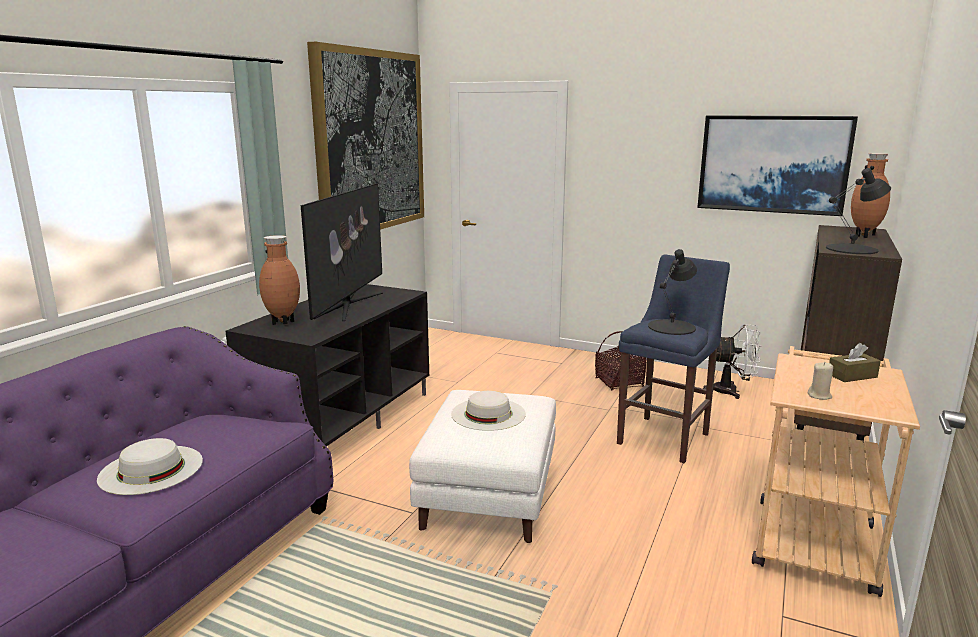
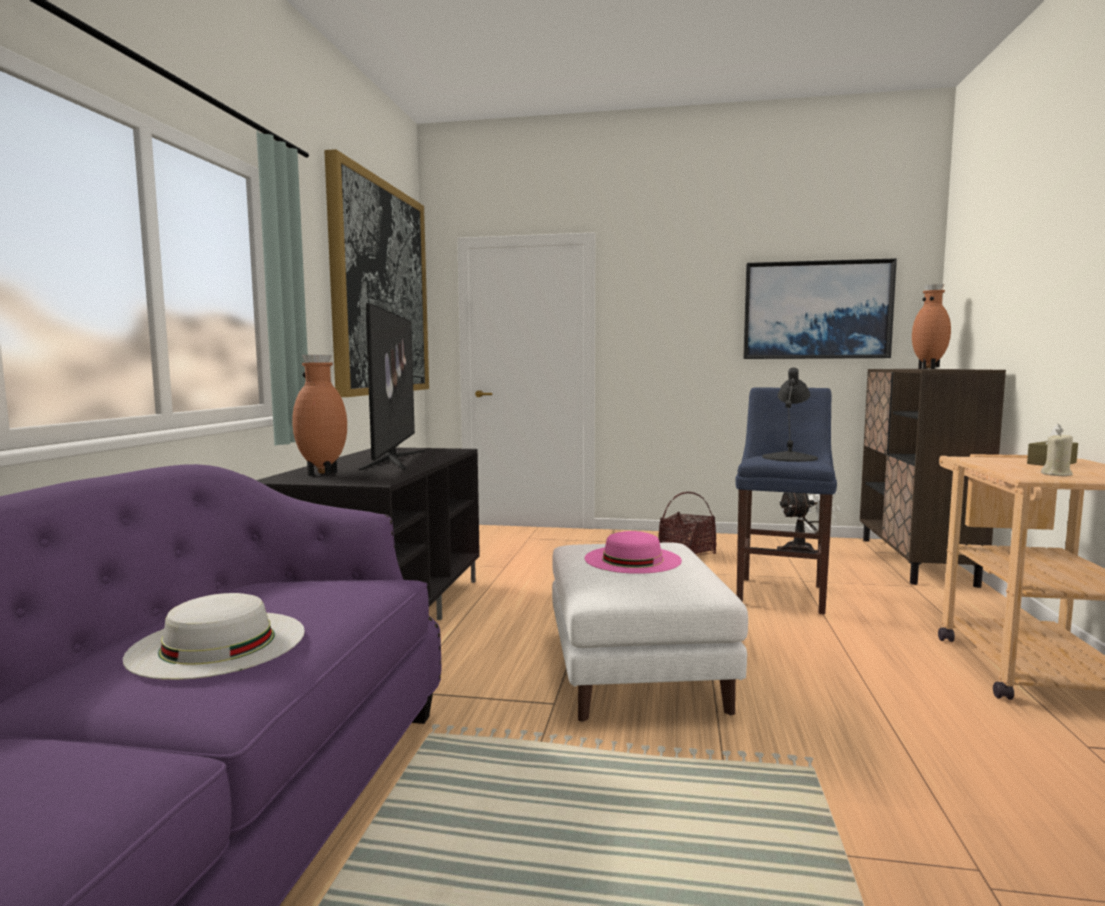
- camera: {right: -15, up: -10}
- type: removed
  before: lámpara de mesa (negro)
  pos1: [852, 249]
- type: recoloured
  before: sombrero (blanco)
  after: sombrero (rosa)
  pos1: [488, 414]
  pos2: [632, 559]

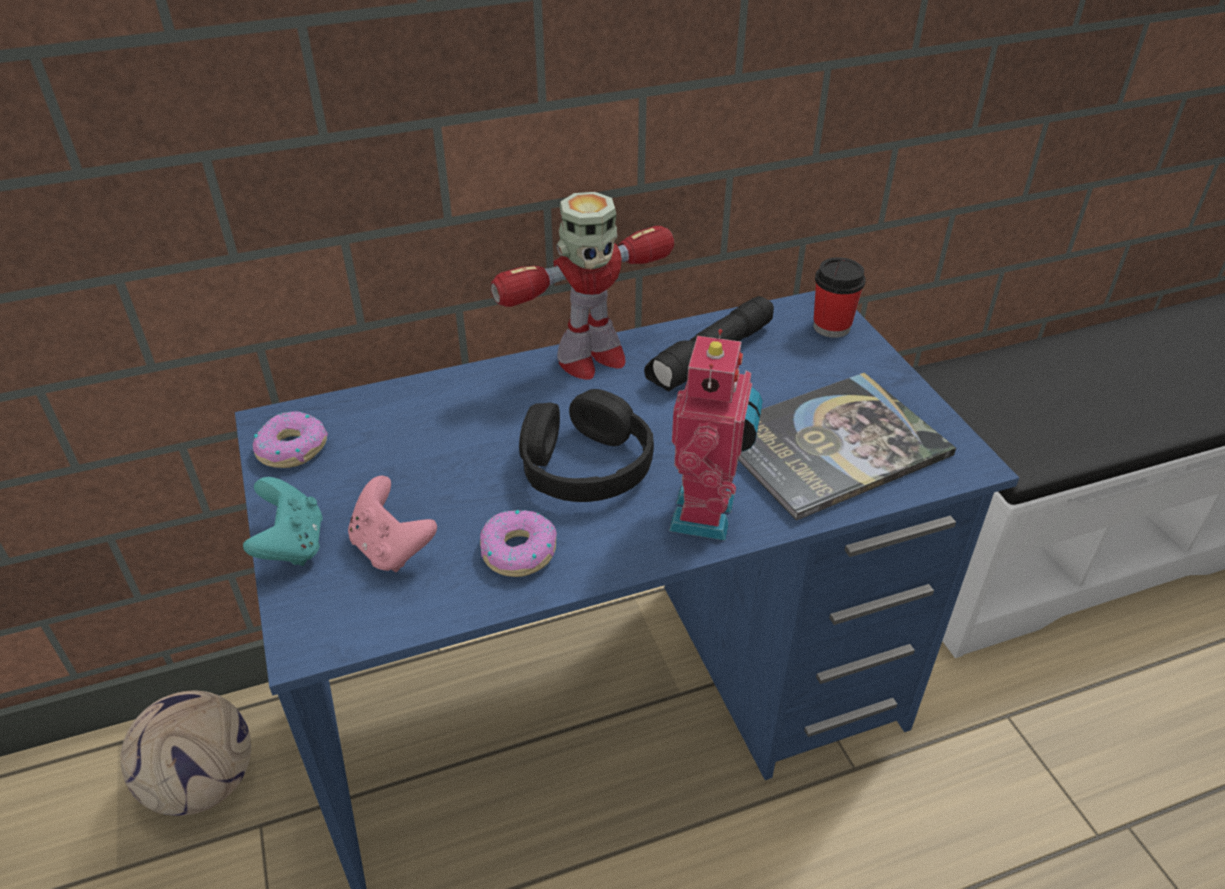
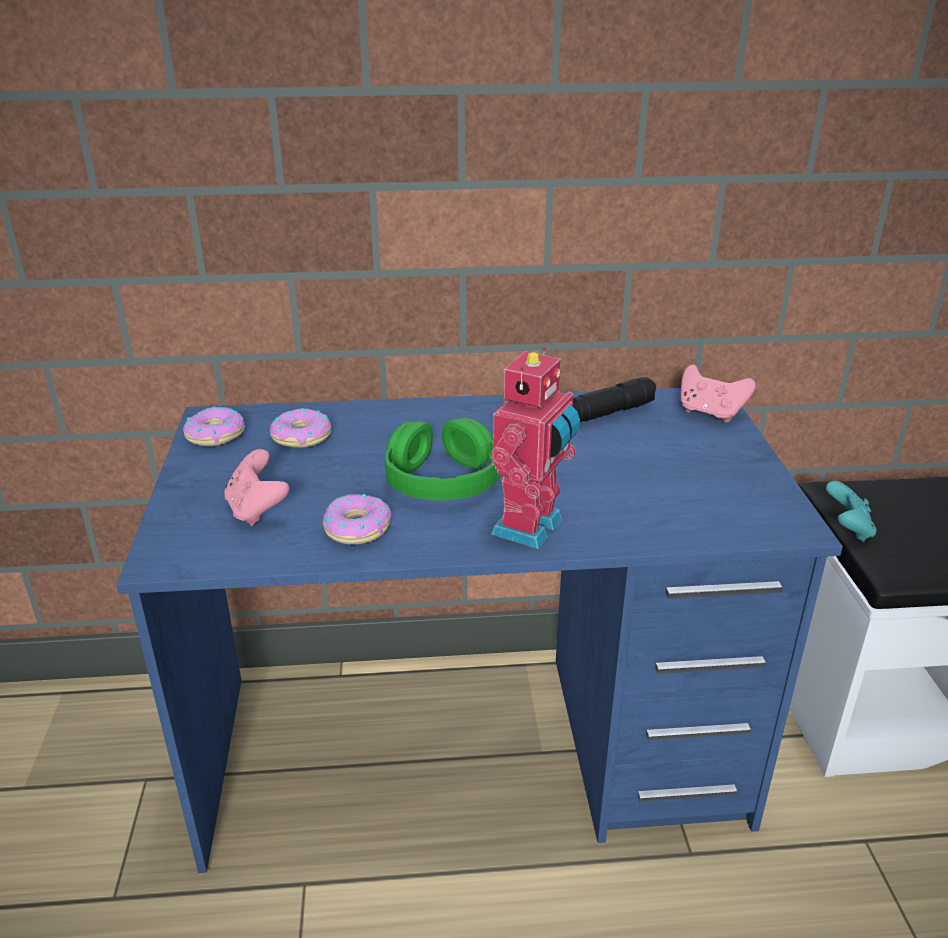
- camera: {right: 15, up: -10}
- type: removed
  before: robot de juguete
  pos1: [590, 359]
- type: replaced
  before: taza
  after: mando de consola (rosa)
  pos1: [831, 327]
  pos2: [710, 413]
- type: removed
  before: libro
  pos1: [831, 445]
- type: recoloured
  before: auriculares (negro)
  after: auriculares (verde)
  pos1: [585, 465]
  pos2: [442, 479]
- type: moved
  before: mando de consola (turquesa)
  pos1: [291, 545]
  pos2: [847, 529]
- type: removed
  before: balón de fútbol
  pos1: [205, 783]
- type: added
  after: rosquilla
  pos2: [301, 437]

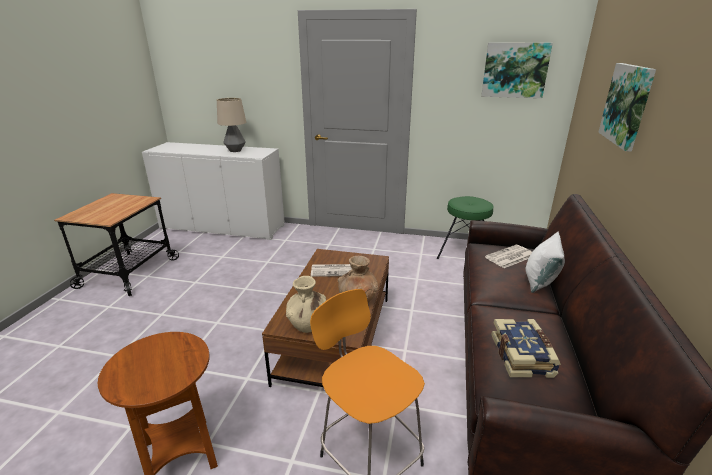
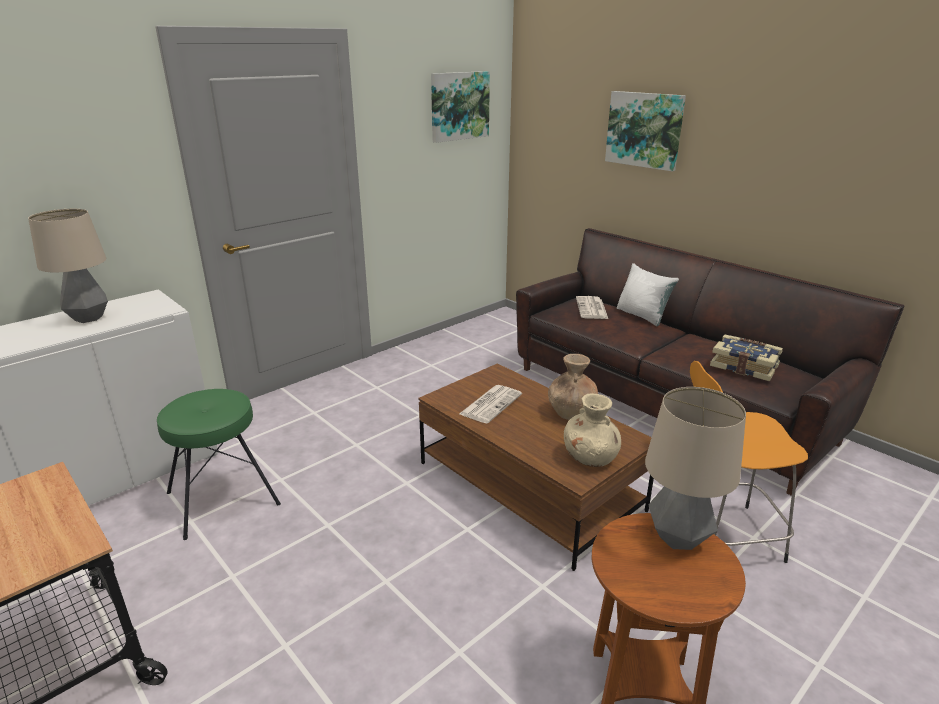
- camera: {right: -55, up: 0}
- type: moved
  before: taburete (verde)
  pos1: [464, 253]
  pos2: [223, 499]
- type: added
  after: lámpara de mesa
  pos2: [678, 538]

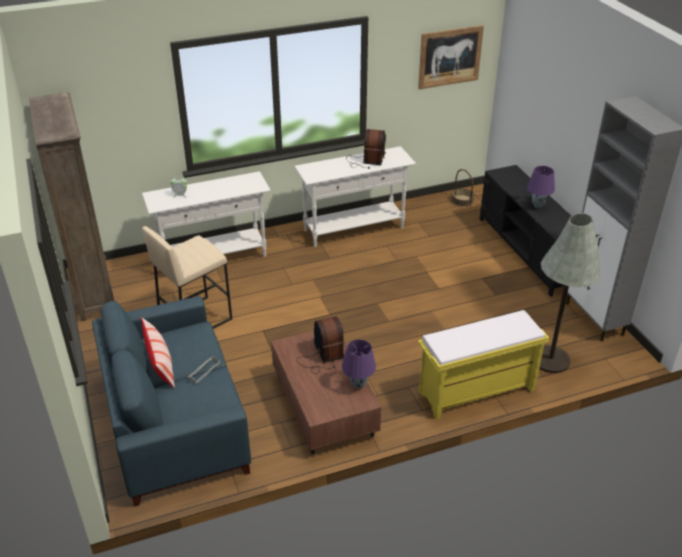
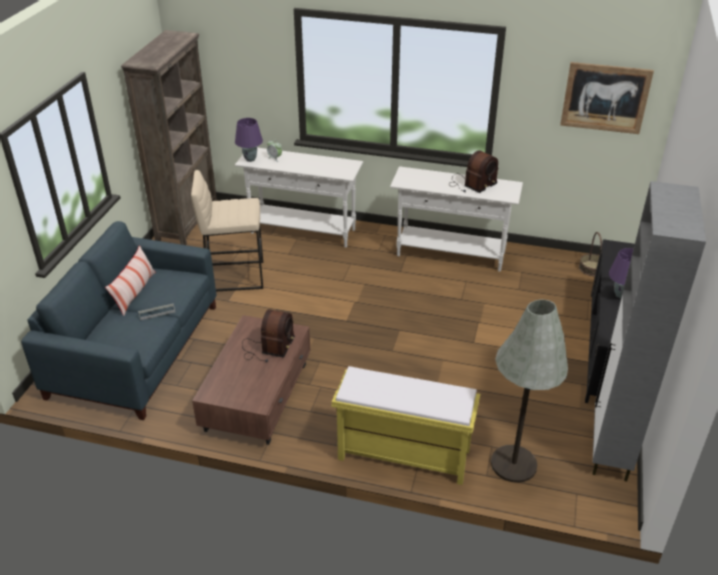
- camera: {right: 35, up: 0}
- type: moved
  before: lámpara de mesa (morado)
  pos1: [358, 385]
  pos2: [250, 159]

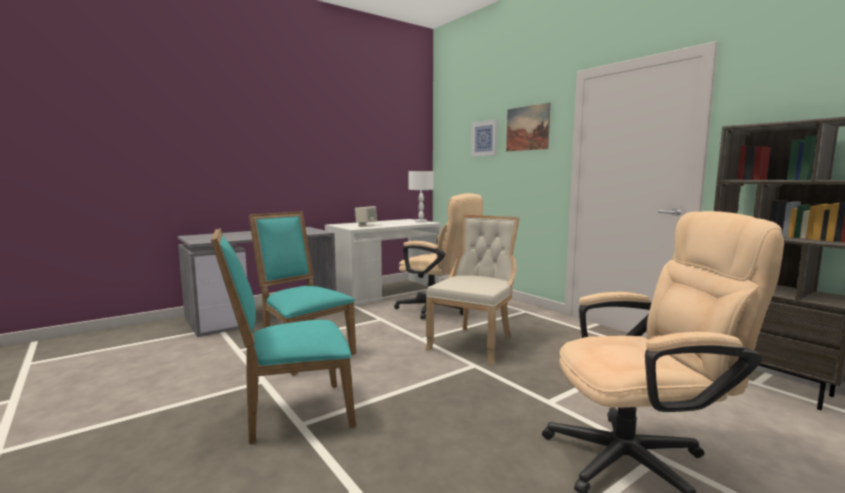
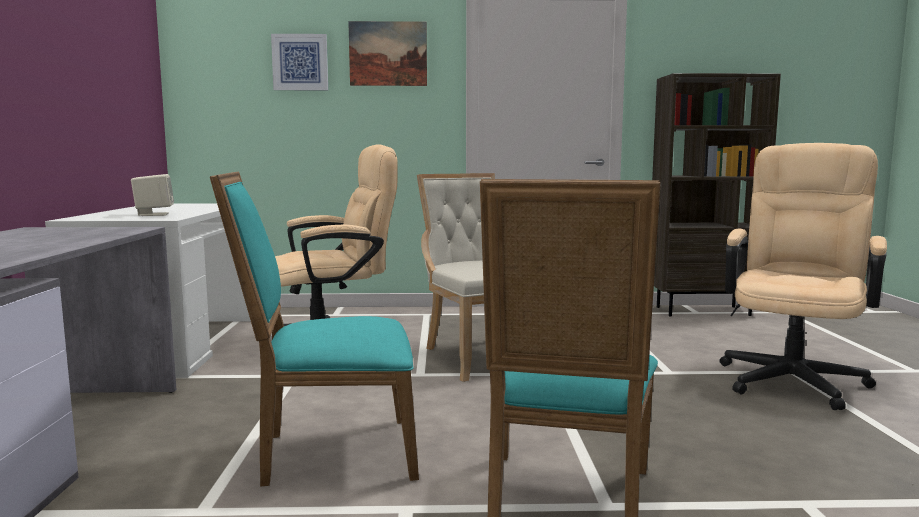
- camera: {right: -55, up: 0}
- type: removed
  before: lámpara de mesa (blanco)
  pos1: [421, 221]

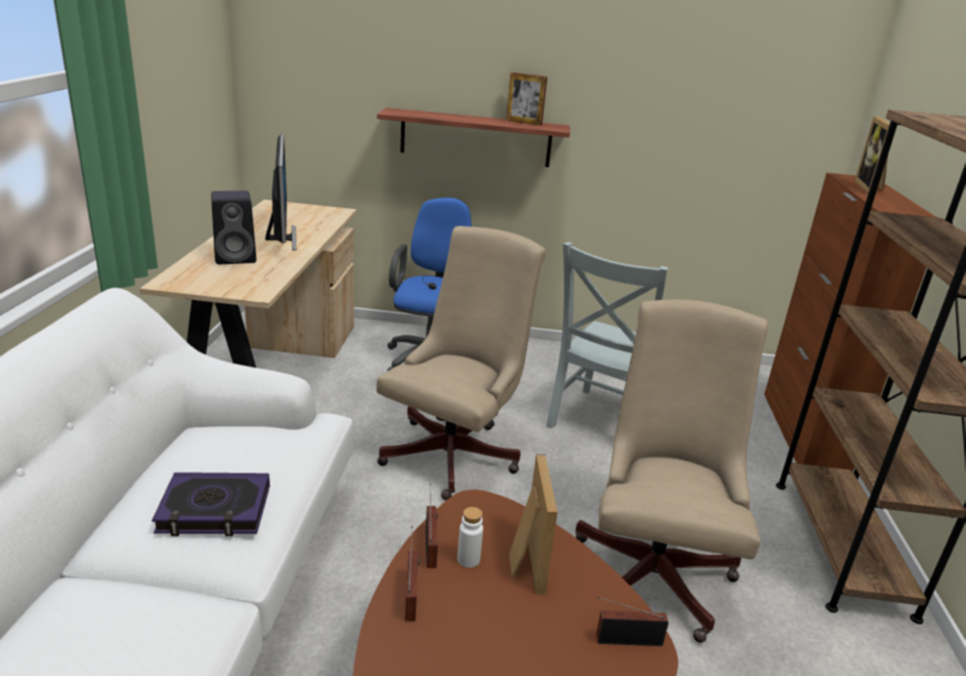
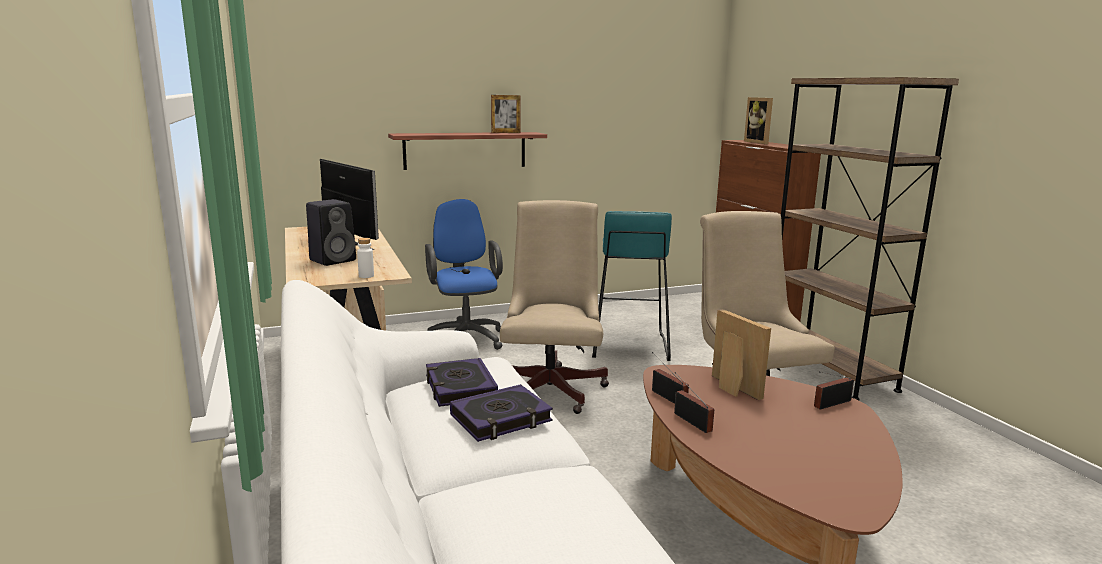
- camera: {right: -25, up: -10}
- type: replaced
  before: silla (gris)
  after: taburete (turquesa)
  pos1: [601, 423]
  pos2: [629, 346]
- type: moved
  before: botella (blanco)
  pos1: [468, 559]
  pos2: [366, 276]
- type: added
  after: libro
  pos2: [460, 388]

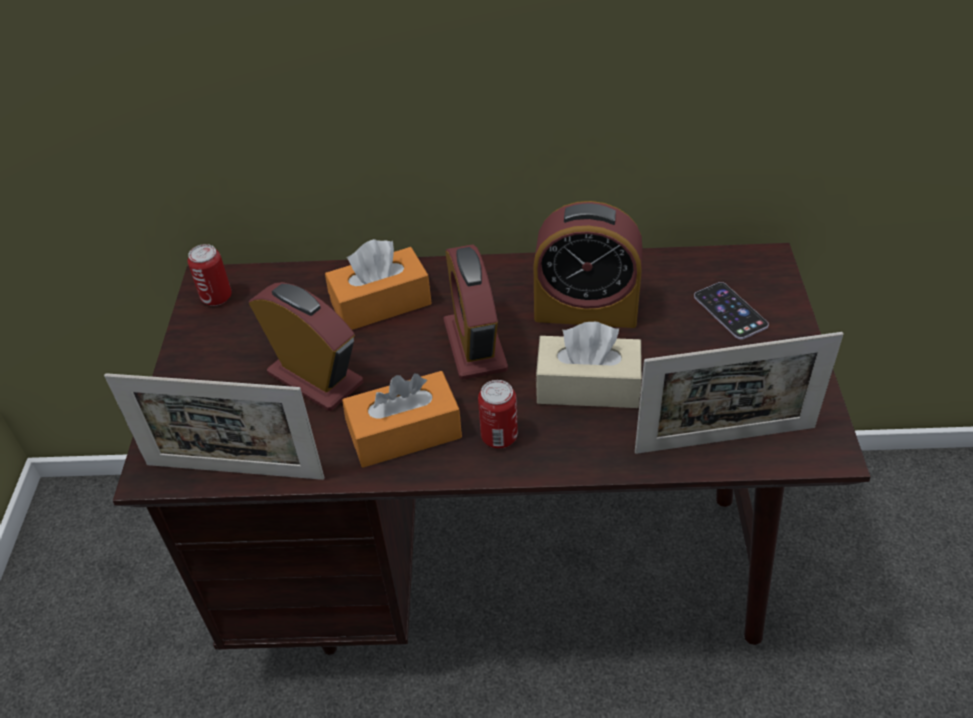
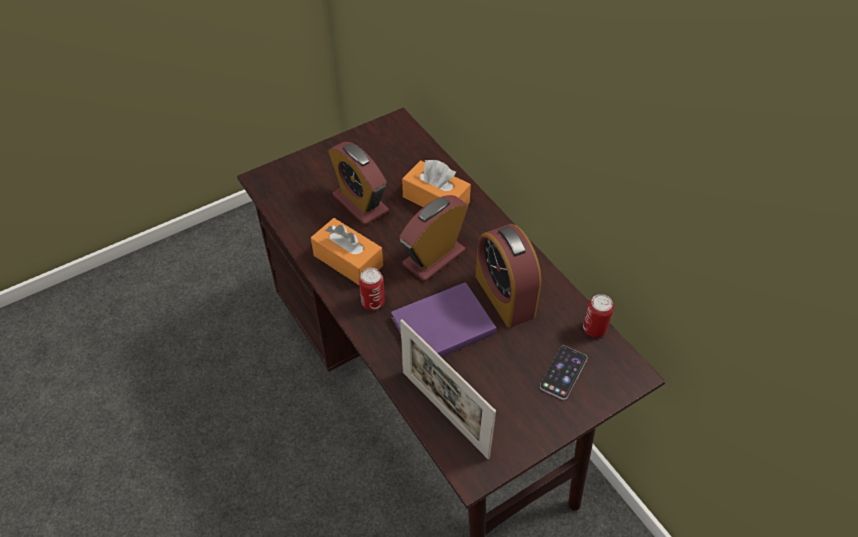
- camera: {right: 55, up: 5}
- type: moved
  before: lata
  pos1: [216, 297]
  pos2: [594, 329]
- type: turned
  before: despertador
  pos1: [315, 378]
  pos2: [360, 204]
  turn: 135
- type: replaced
  before: caja de pañuelos (beis)
  after: libro (morado)
  pos1: [588, 386]
  pos2: [440, 326]
- type: removed
  before: portarretratos
  pos1: [234, 471]

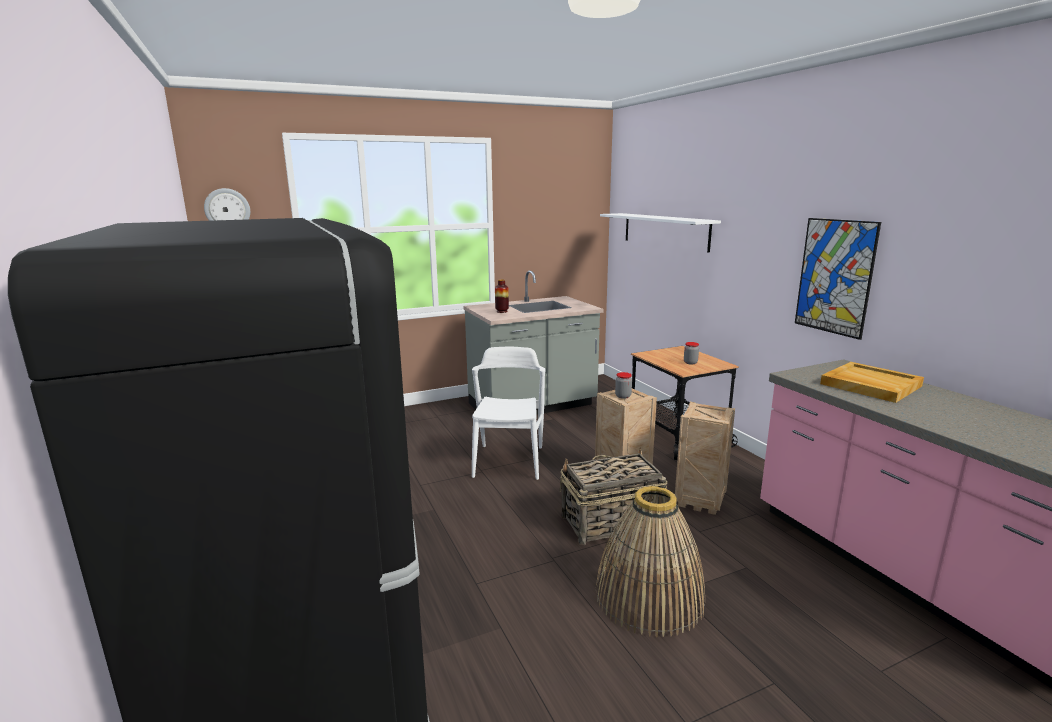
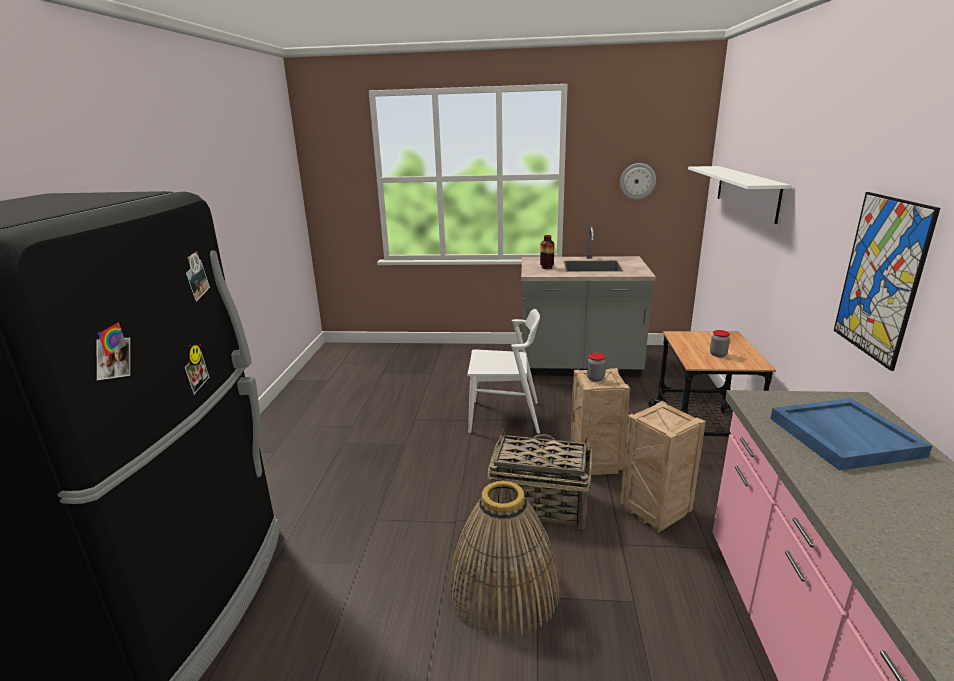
- camera: {right: 30, up: 5}
- type: moved
  before: reloj de pared
  pos1: [227, 209]
  pos2: [637, 181]
- type: turned
  before: silla (blanco)
  pos1: [509, 461]
  pos2: [505, 417]
  turn: 60
- type: recoloured
  before: bandeja (beis)
  after: bandeja (azul)
  pos1: [869, 385]
  pos2: [842, 436]

